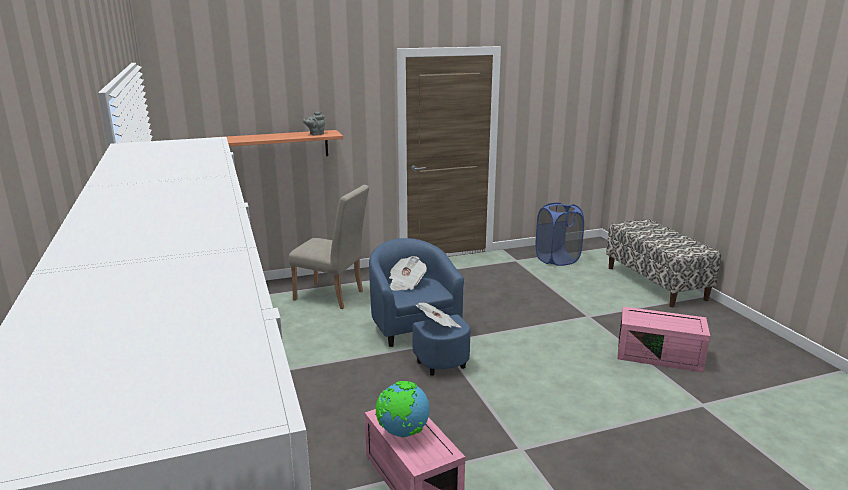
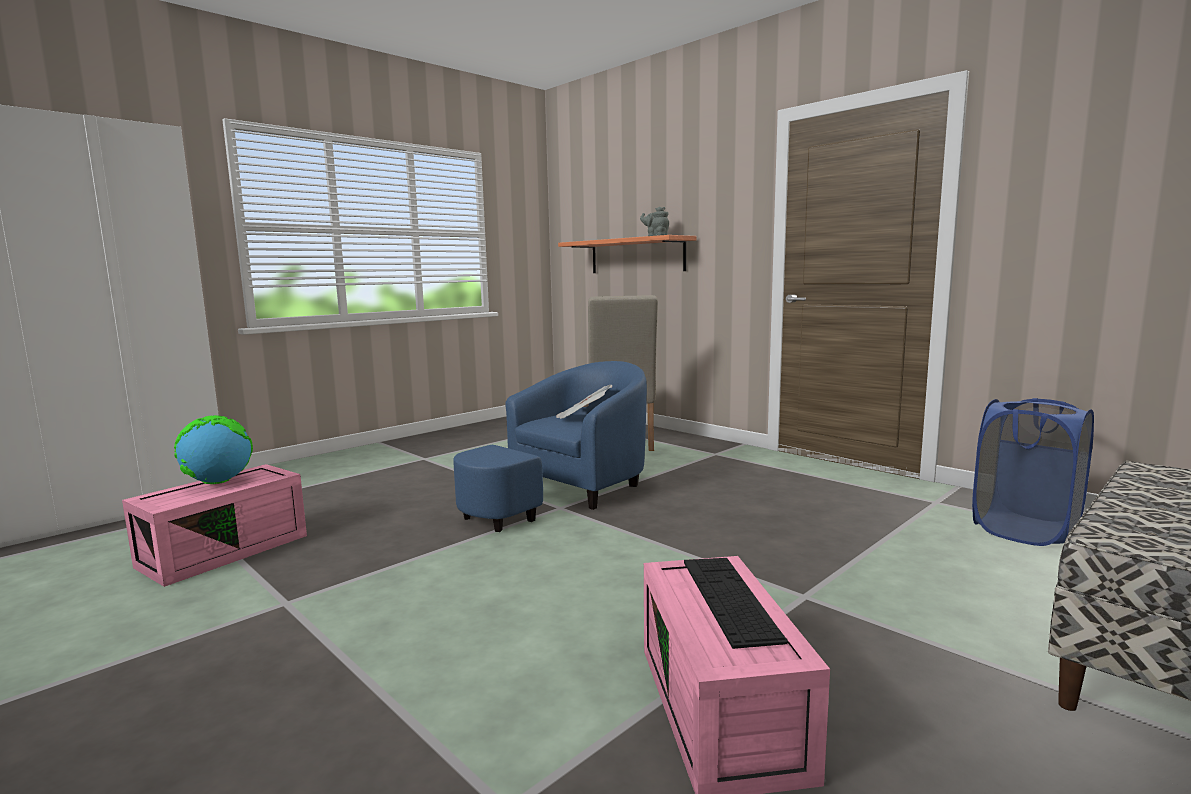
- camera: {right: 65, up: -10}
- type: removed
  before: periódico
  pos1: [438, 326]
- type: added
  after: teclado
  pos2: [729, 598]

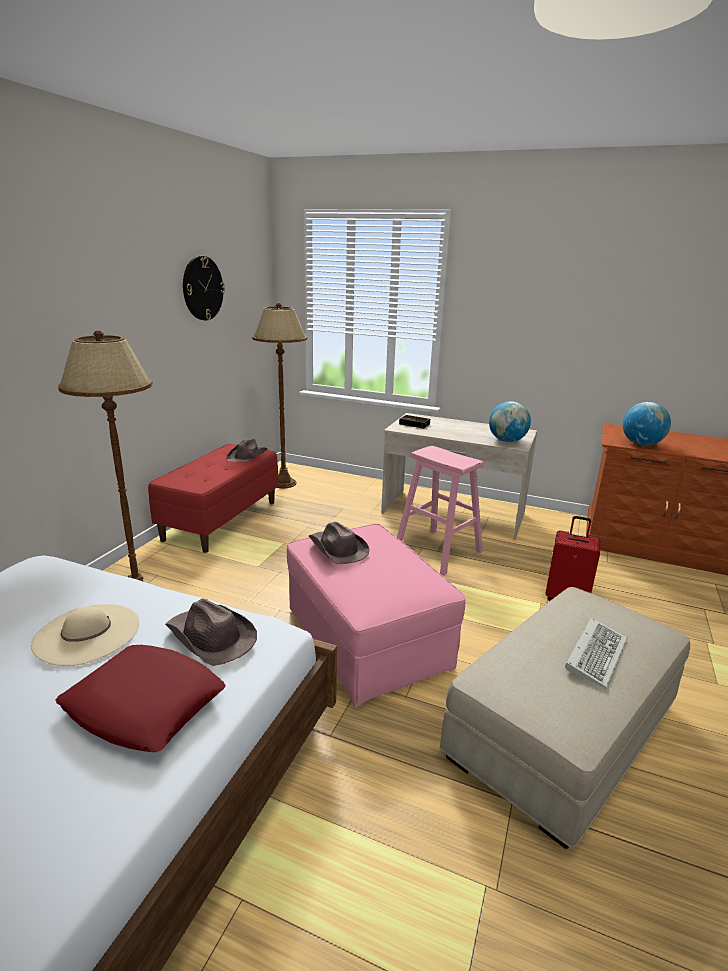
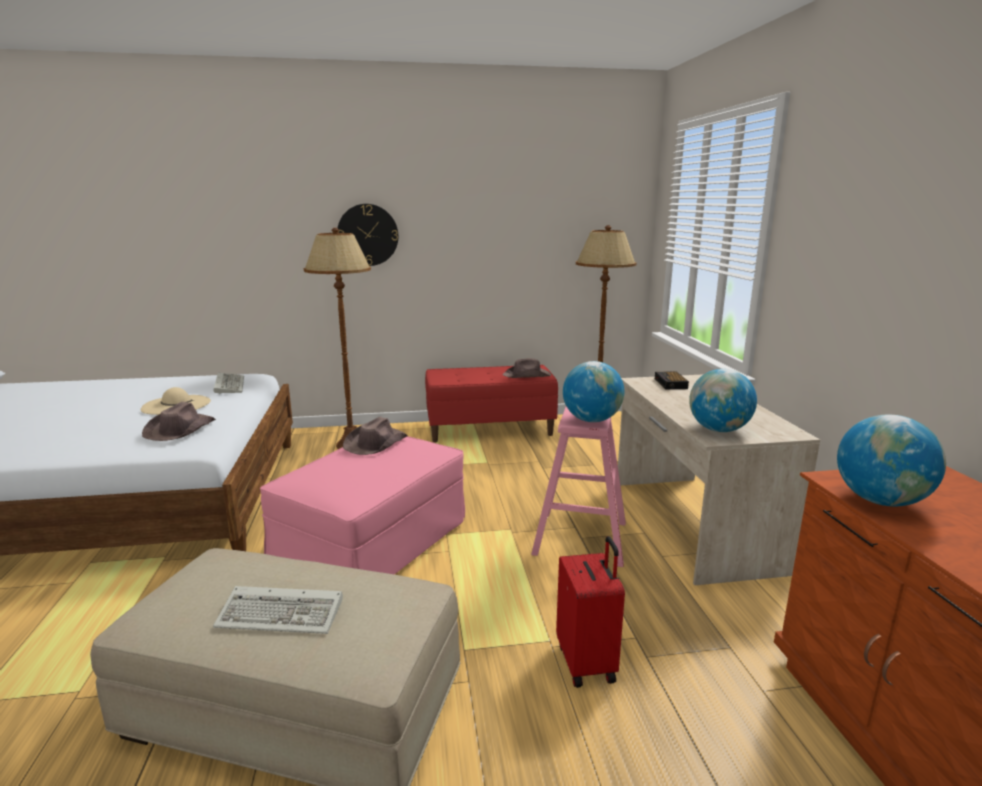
- camera: {right: 60, up: -5}
- type: moved
  before: reloj de pared
  pos1: [202, 288]
  pos2: [368, 235]
- type: removed
  before: cojín (rojo)
  pos1: [144, 705]
- type: added
  after: globo terráqueo
  pos2: [591, 420]
- type: added
  after: teclado
  pos2: [229, 385]

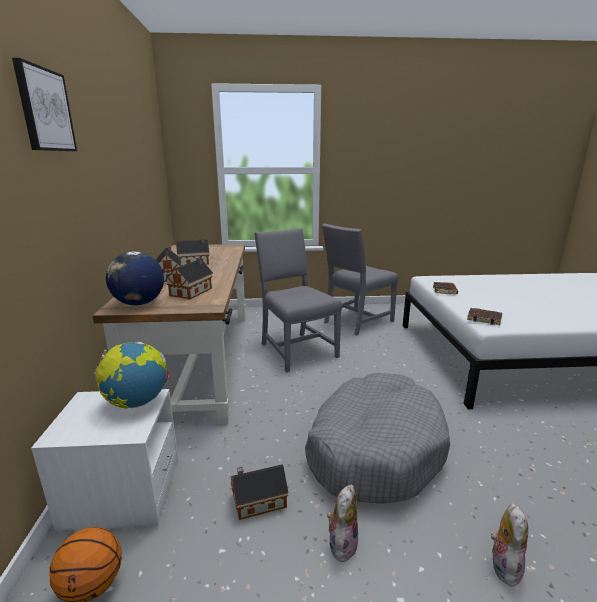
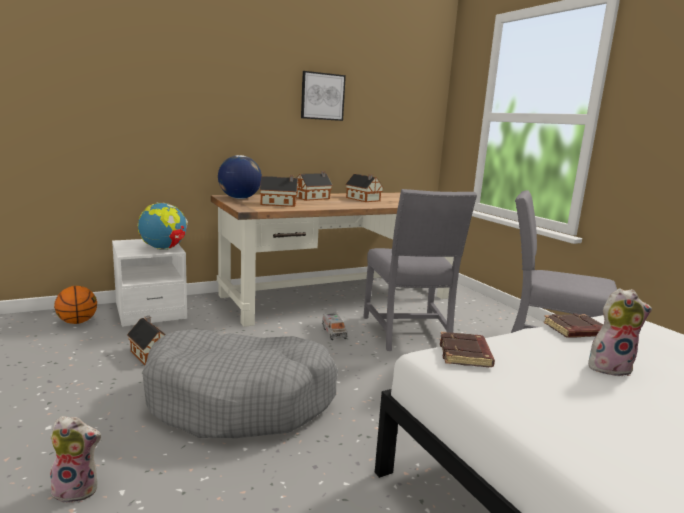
- camera: {right: 65, up: -5}
- type: moved
  before: cuadro
  pos1: [45, 110]
  pos2: [322, 96]
- type: turned
  before: silla (gris)
  pos1: [296, 349]
  pos2: [408, 333]
  turn: 135
- type: moved
  before: peluche
  pos1: [341, 543]
  pos2: [609, 367]
- type: added
  after: camión de juguete
  pos2: [334, 333]

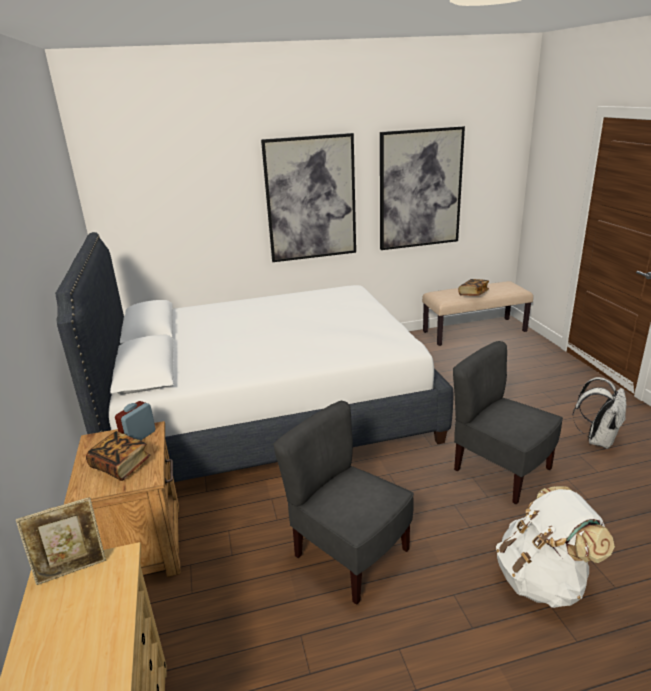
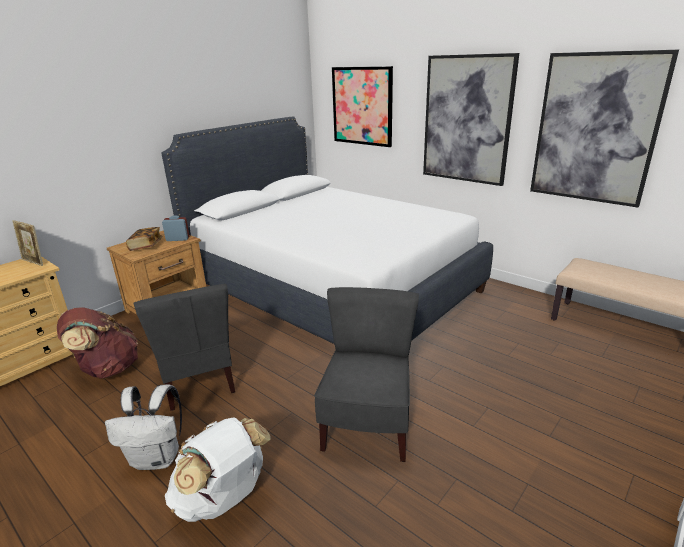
- camera: {right: 55, up: 0}
- type: removed
  before: libro
  pos1: [473, 294]
- type: moved
  before: mochila (blanco)
  pos1: [598, 440]
  pos2: [157, 458]
- type: turned
  before: silla (gris)
  pos1: [350, 555]
  pos2: [199, 381]
  turn: 150
- type: added
  after: cuadro
  pos2: [362, 106]
- type: added
  after: mochila (marrón)
  pos2: [107, 369]

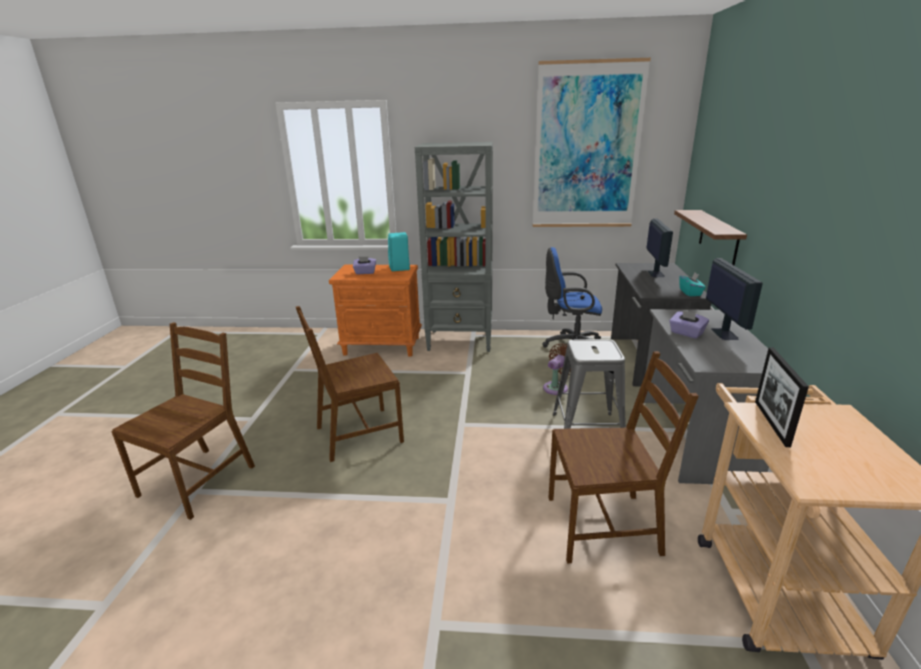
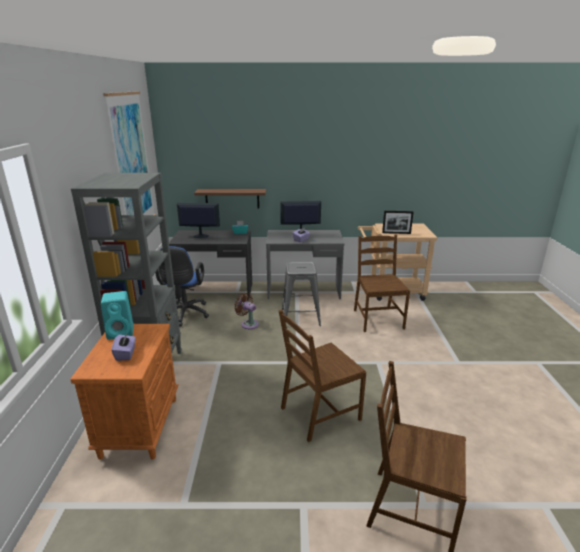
- camera: {right: -95, up: 0}
- type: turned
  before: silla (marrón)
  pos1: [358, 434]
  pos2: [319, 413]
  turn: 90

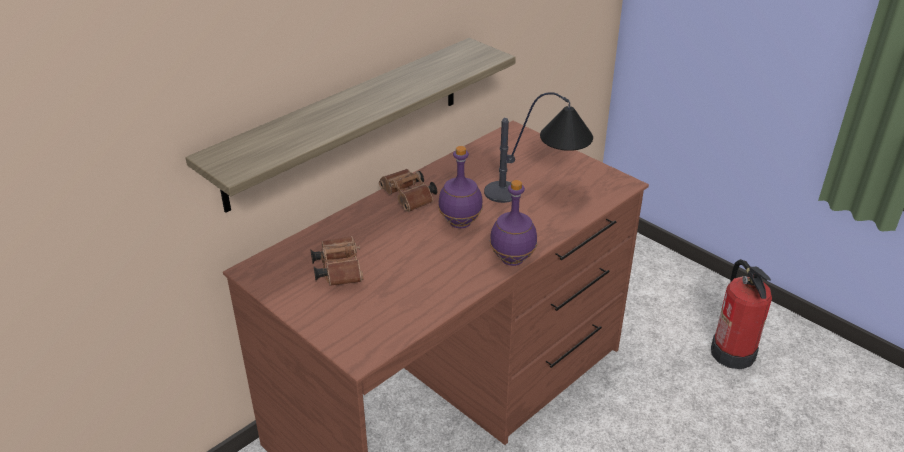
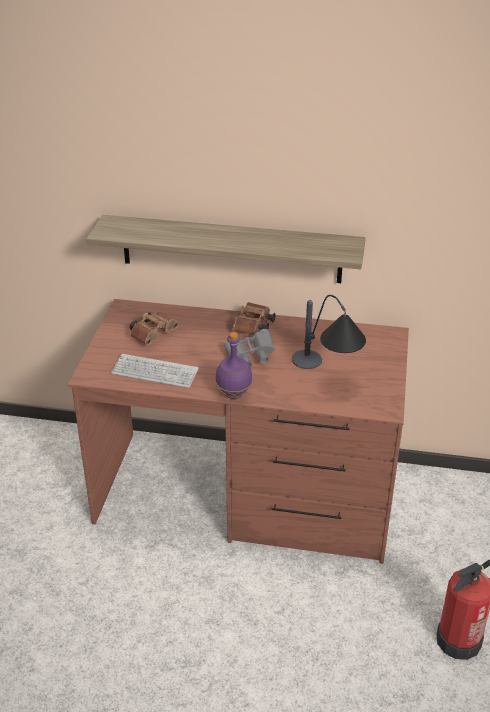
- camera: {right: 55, up: 0}
- type: replaced
  before: botella (morado)
  after: prismáticos (gris)
  pos1: [460, 223]
  pos2: [250, 358]
- type: added
  after: teclado
  pos2: [155, 372]

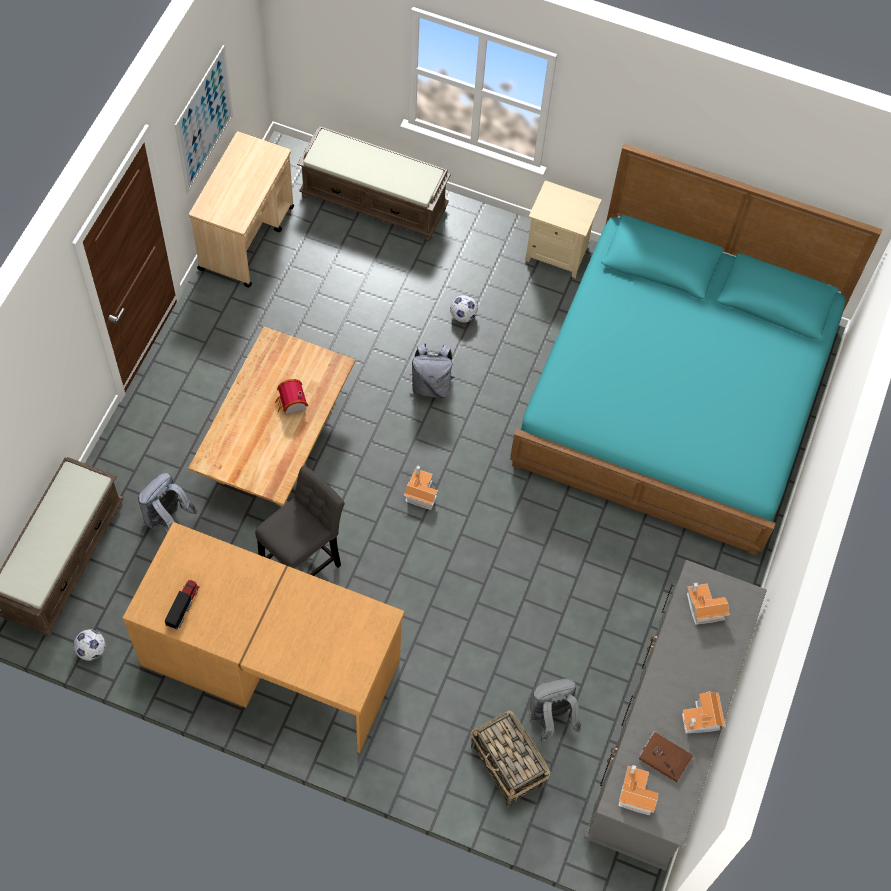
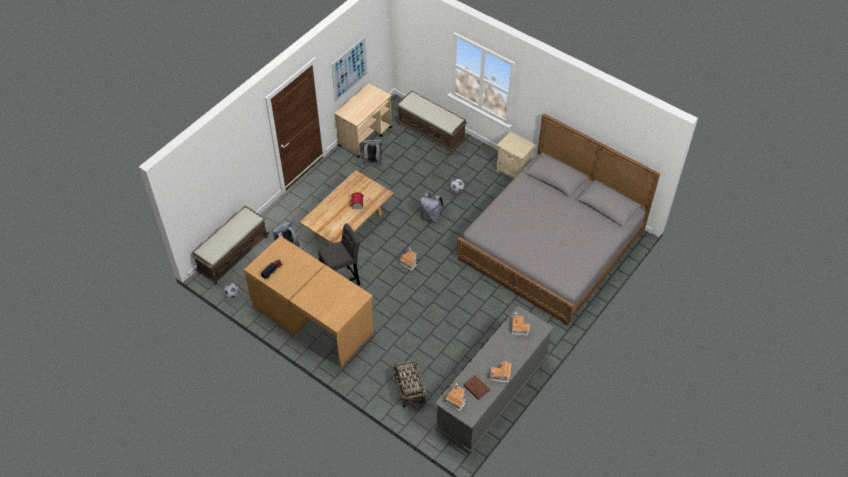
- camera: {right: 20, up: -10}
- type: recoloured
  before: cama (turquesa)
  after: cama (gris)
  pos1: [676, 394]
  pos2: [551, 245]
- type: moved
  before: mochila (gris)
  pos1: [550, 718]
  pos2: [372, 162]

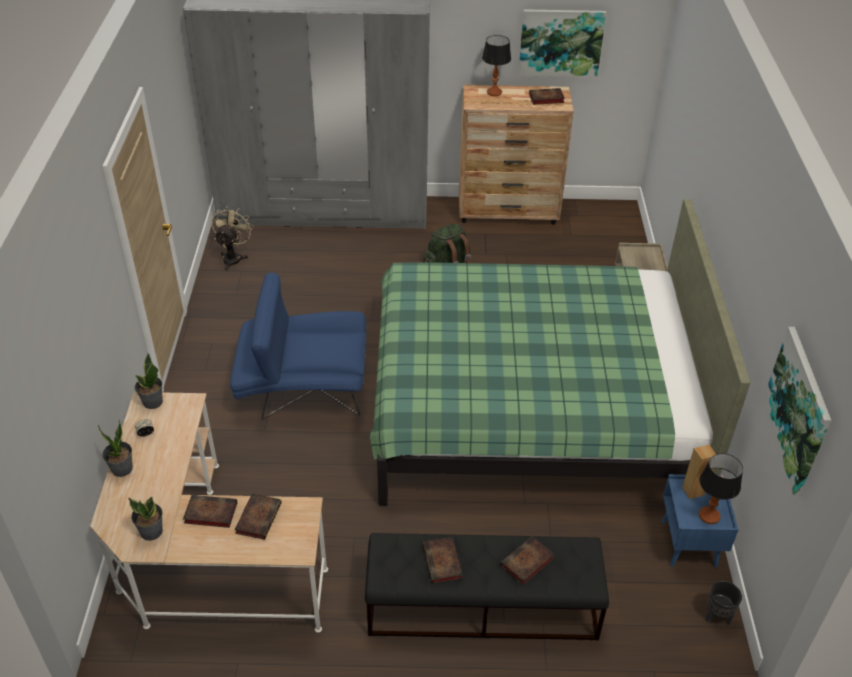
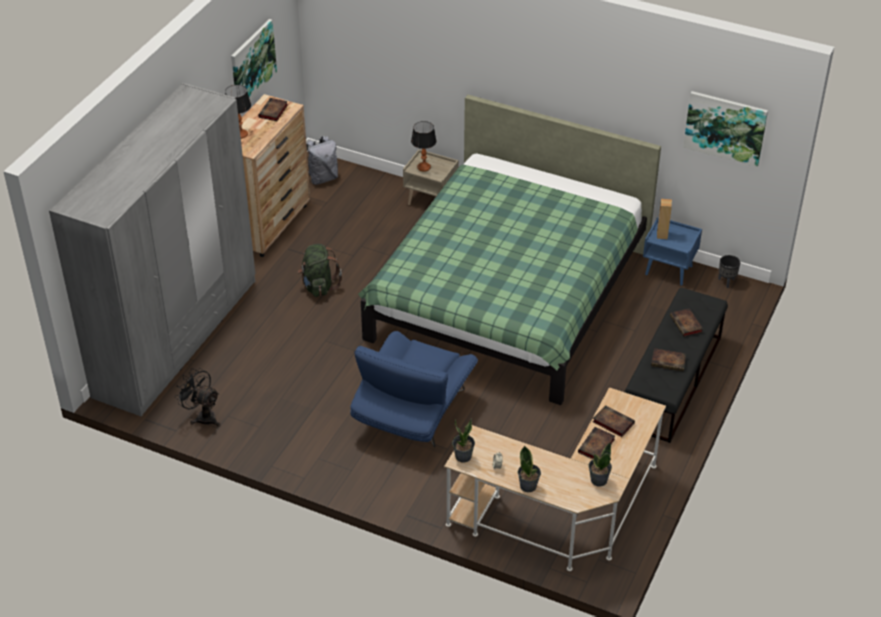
- camera: {right: -65, up: 0}
- type: recoloured
  before: ventilador (beis)
  after: ventilador (negro)
  pos1: [233, 257]
  pos2: [202, 416]
- type: moved
  before: lámpara de mesa
  pos1: [709, 516]
  pos2: [424, 167]
- type: added
  after: mochila (gris)
  pos2: [322, 178]

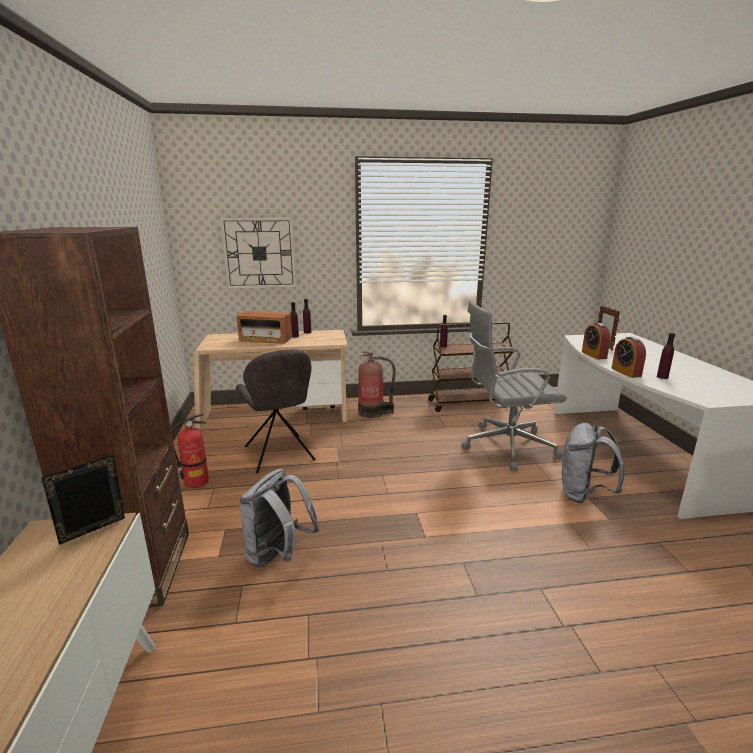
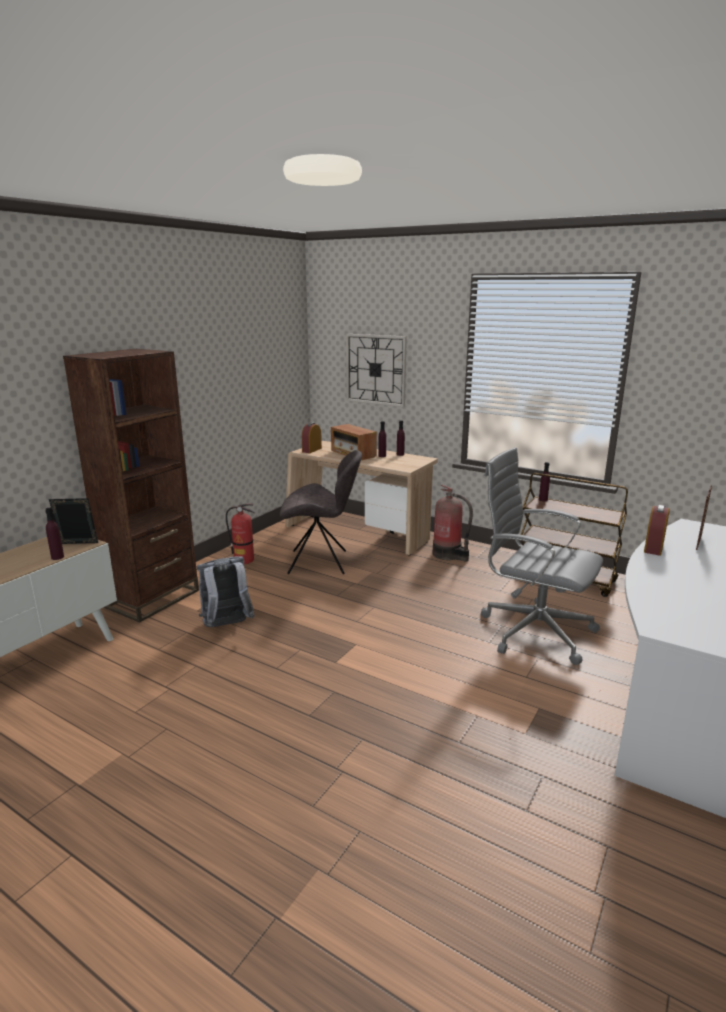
- camera: {right: 40, up: 0}
- type: moved
  before: botella (morado)
  pos1: [662, 377]
  pos2: [57, 557]
- type: moved
  before: despertador
  pos1: [626, 372]
  pos2: [312, 450]
- type: turned
  before: silla (gris)
  pos1: [279, 455]
  pos2: [321, 562]
  turn: -105
- type: removed
  before: mochila (gris)
  pos1: [583, 495]

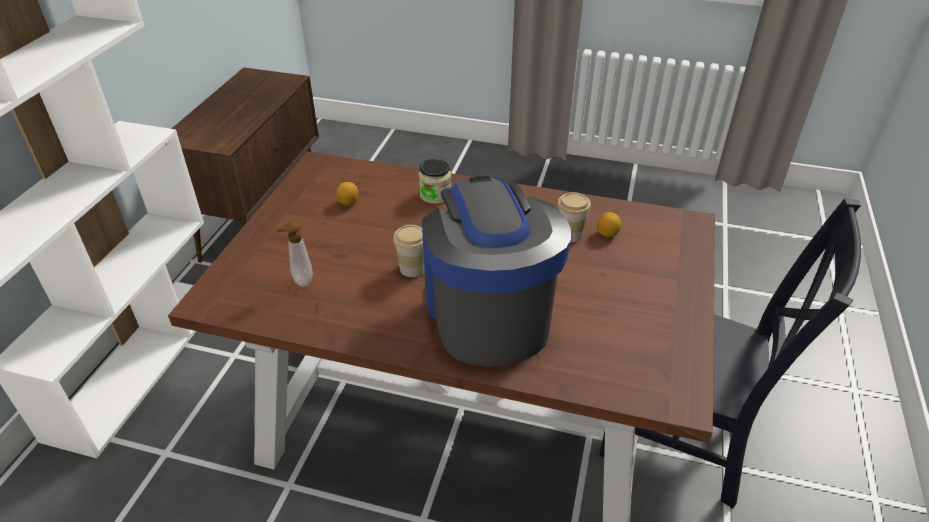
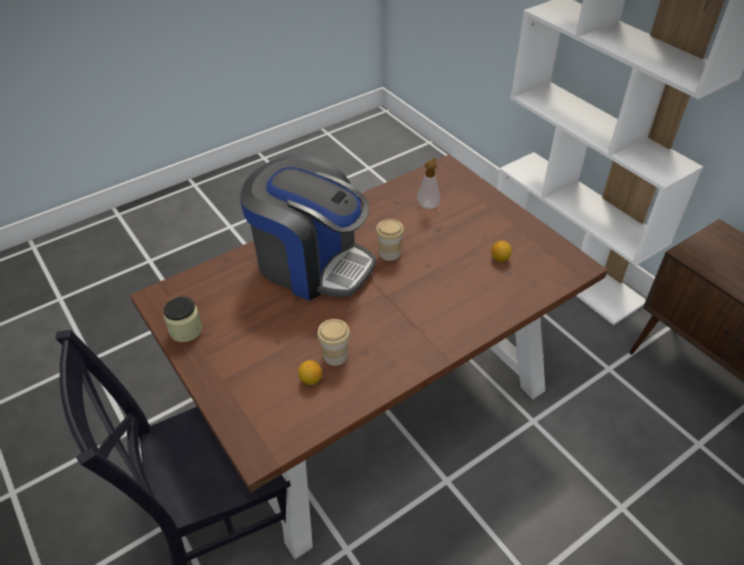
- camera: {right: 130, up: 5}
- type: moved
  before: tarro
  pos1: [435, 195]
  pos2: [186, 330]

